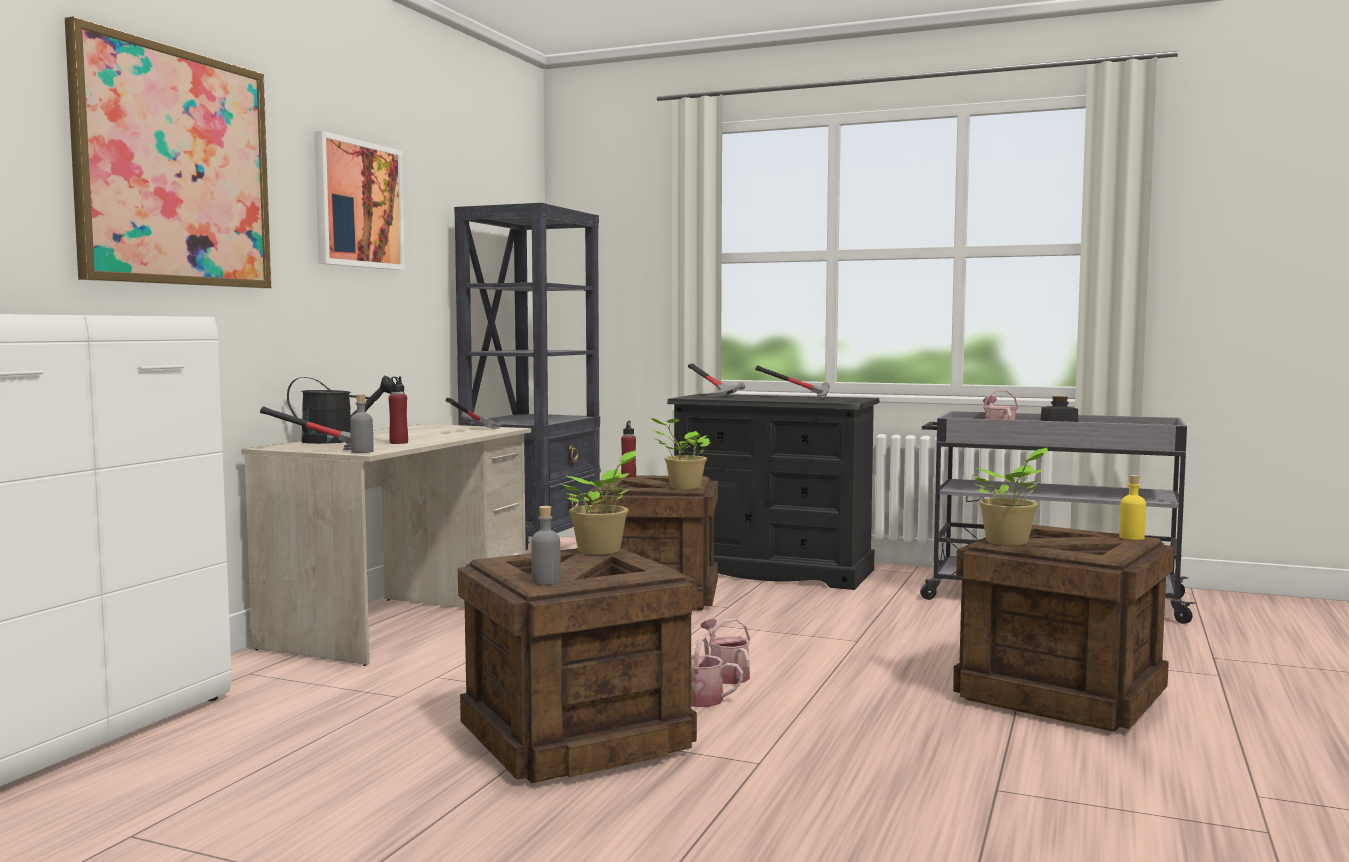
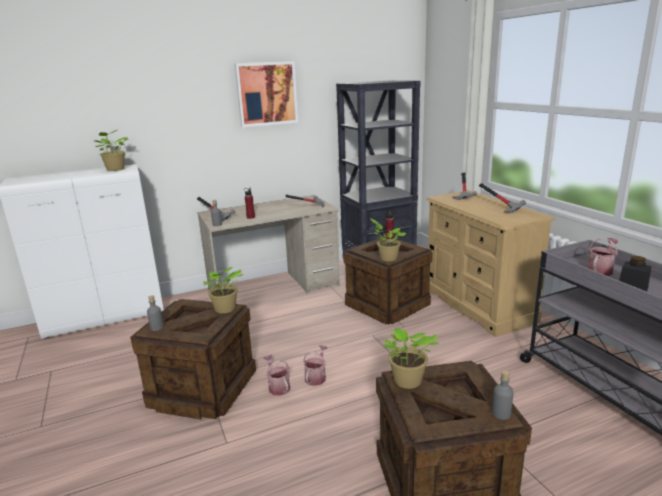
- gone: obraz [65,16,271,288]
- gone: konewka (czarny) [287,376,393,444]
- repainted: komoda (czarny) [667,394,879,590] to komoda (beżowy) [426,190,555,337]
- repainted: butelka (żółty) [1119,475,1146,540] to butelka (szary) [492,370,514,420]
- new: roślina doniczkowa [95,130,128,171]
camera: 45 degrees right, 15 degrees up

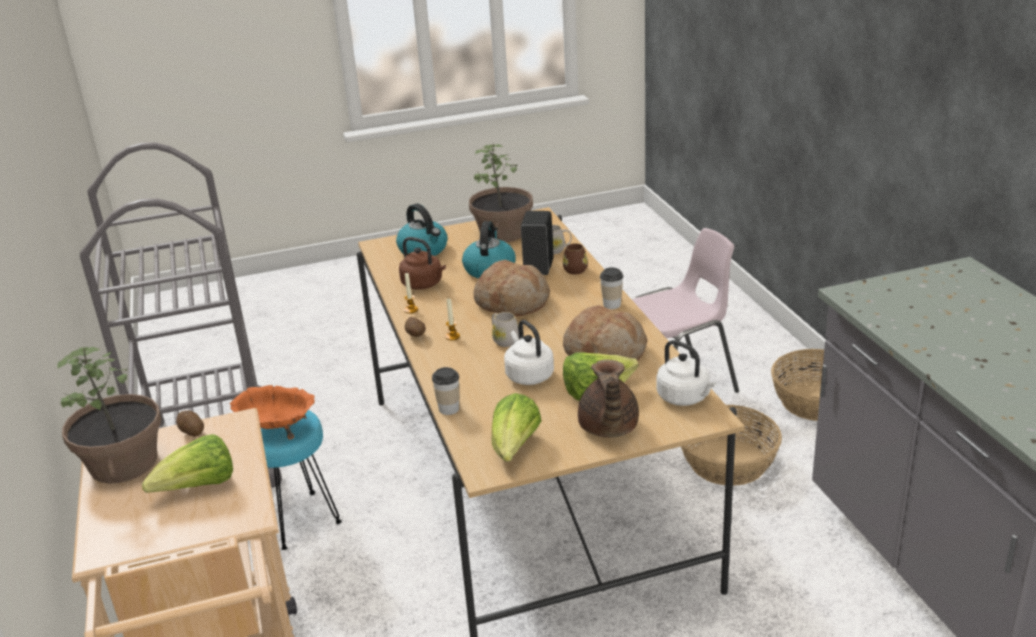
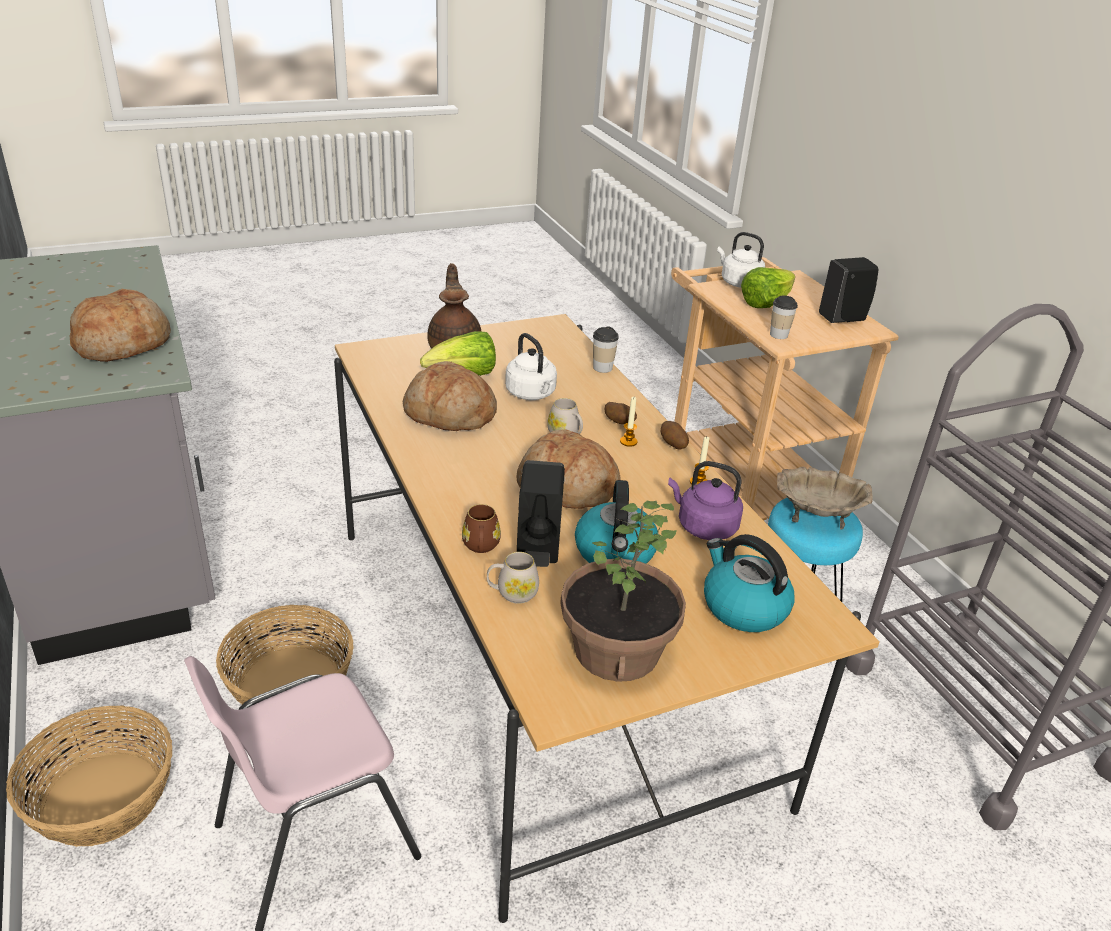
- swapped: roślina doniczkowa [57,347,161,484] to dozownik mydła (czarny) [819,257,878,323]
- shifted: ziemniak [176,410,204,437] to [604,402,637,424]
- repainted: miska (pomarańczowy) [230,385,315,440] to miska (beżowy) [777,467,873,530]
- repainted: czajnik (brązowy) [399,237,446,290] to czajnik (fioletowy) [668,461,743,540]
- gone: sałata [492,393,541,462]
- shifted: filiżanka [600,268,623,309] to [770,296,798,339]
- shifted: czajnik (biały) [657,340,717,406] to [717,232,765,288]
- new: chleb [70,289,171,362]
camera: 170 degrees right, 5 degrees up

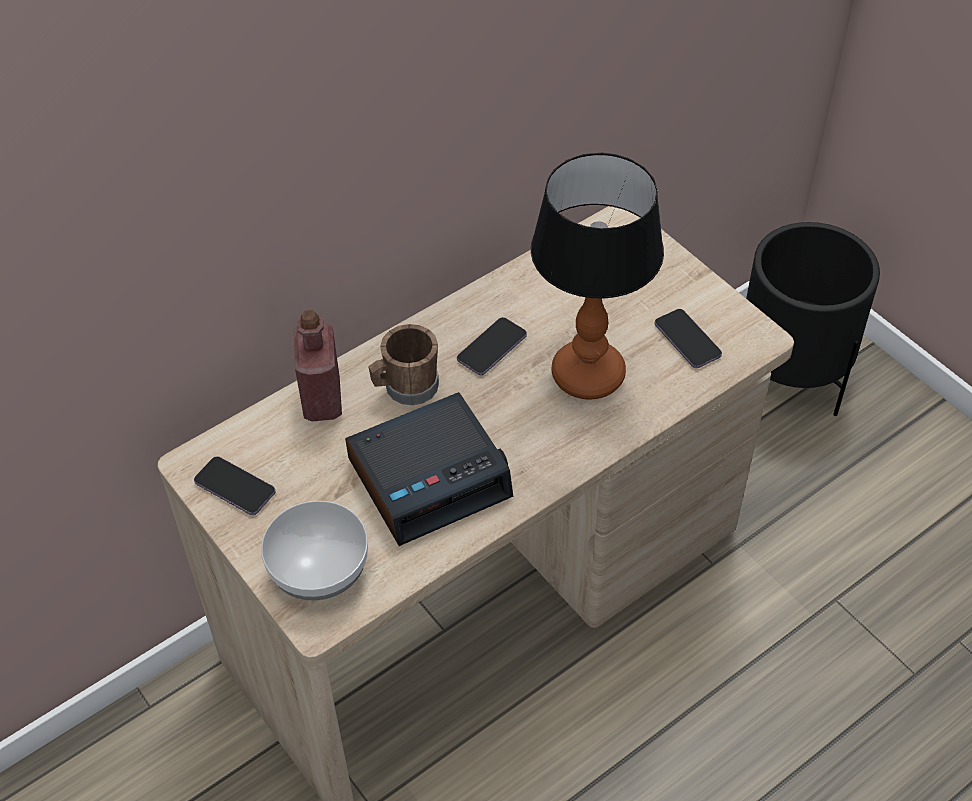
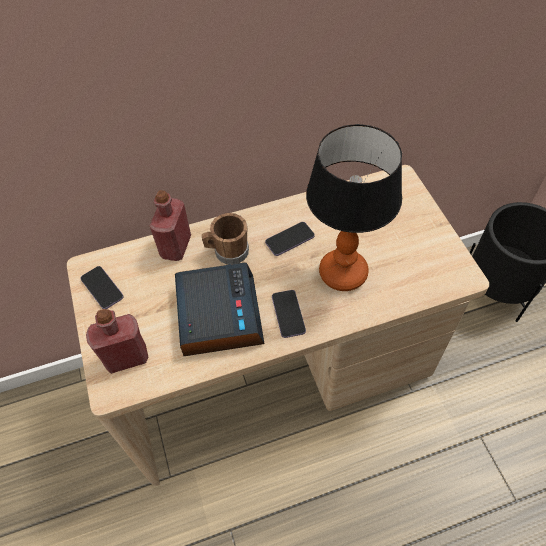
- swapped: miska [261,501,368,600] to butelka (czerwony) [86,309,148,374]
- rotated: budzik [345,392,513,546] = [175,262,264,356] 90 degrees counterclockwise
- shifted: telefon [655,309,722,368] to [272,290,306,338]
camera: 20 degrees right, 5 degrees up

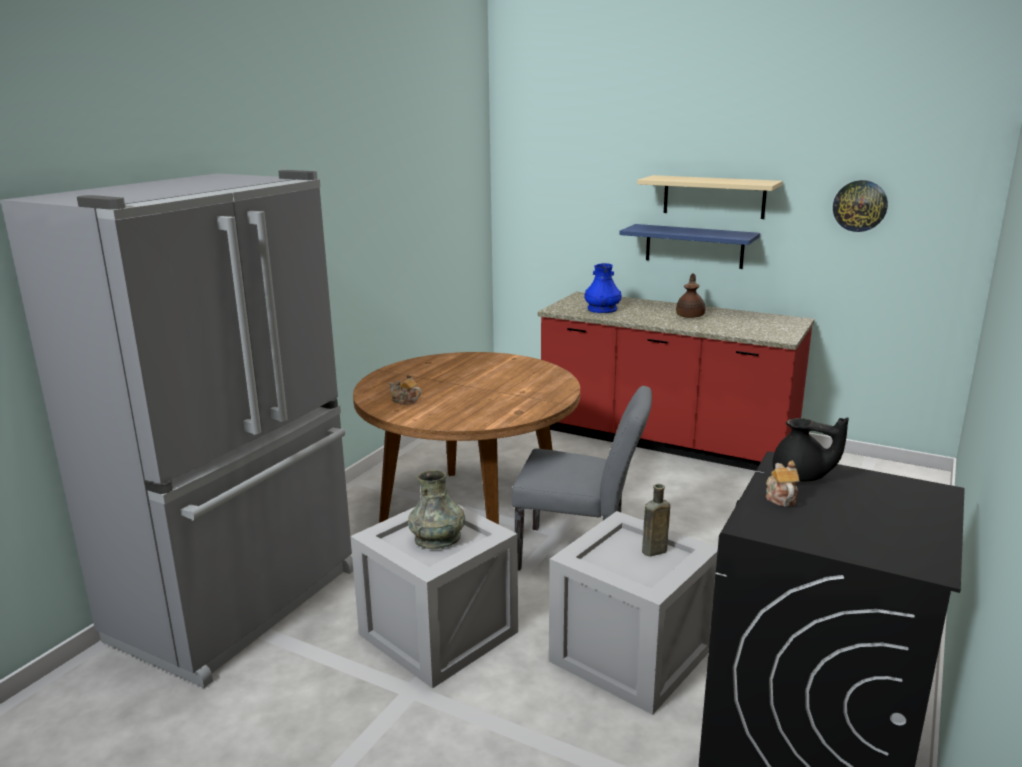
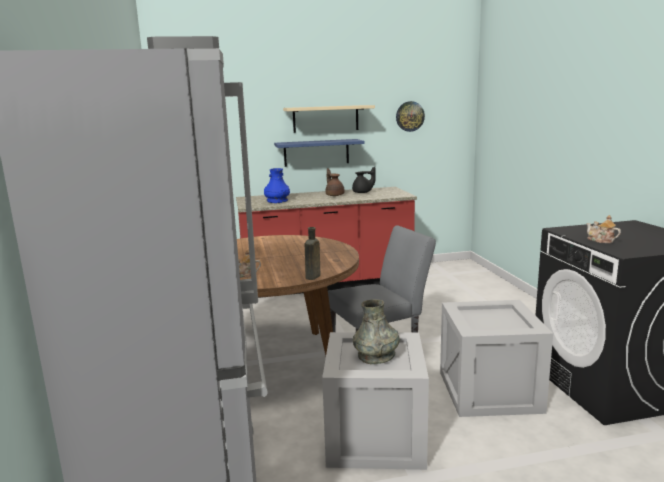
- shifted: butelka (brązowy) [642,484,670,556] to [305,227,320,280]
- shifted: imbryk (czarny) [772,417,849,481] to [352,167,376,193]
camera: 40 degrees left, 5 degrees down

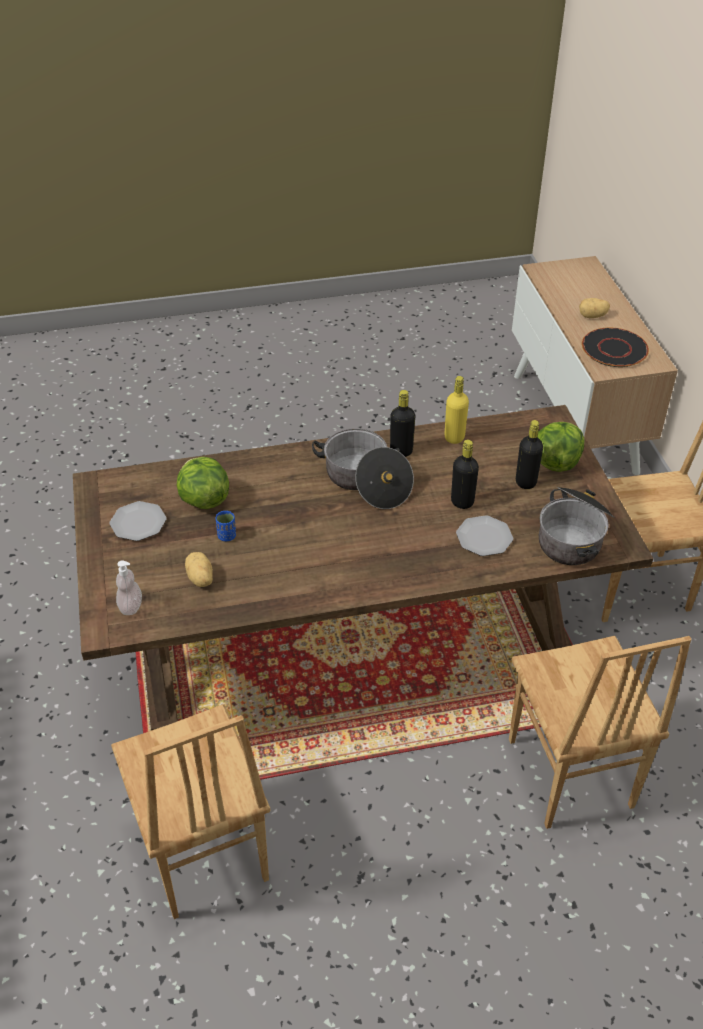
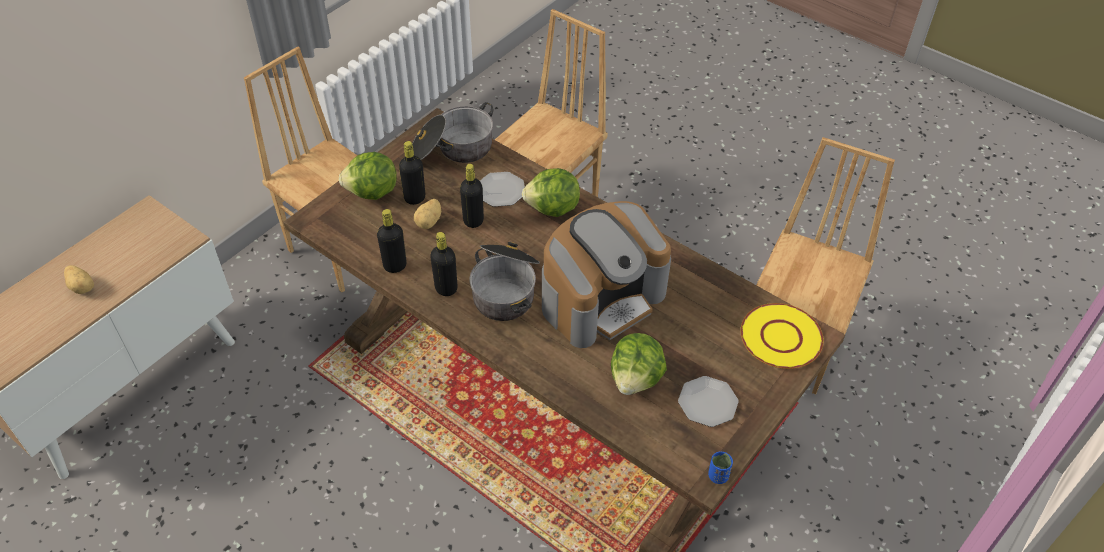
- swapped: dozownik mydła [116,560,142,615] to talerz (żółty) [740,303,824,369]
- shifted: ziemniak [185,552,213,587] to [414,199,441,229]
- shifted: filiżanka (niebieski) [216,511,236,541] to [708,452,733,484]
- repainted: butelka (żółty) [445,376,469,444] to butelka (czarny) [377,209,407,273]
- gone: talerz (czarny) [582,328,649,367]
- new: sałata [522,168,580,217]
- new: ekspres do kawy [542,201,671,348]
camera: 130 degrees left, 5 degrees up

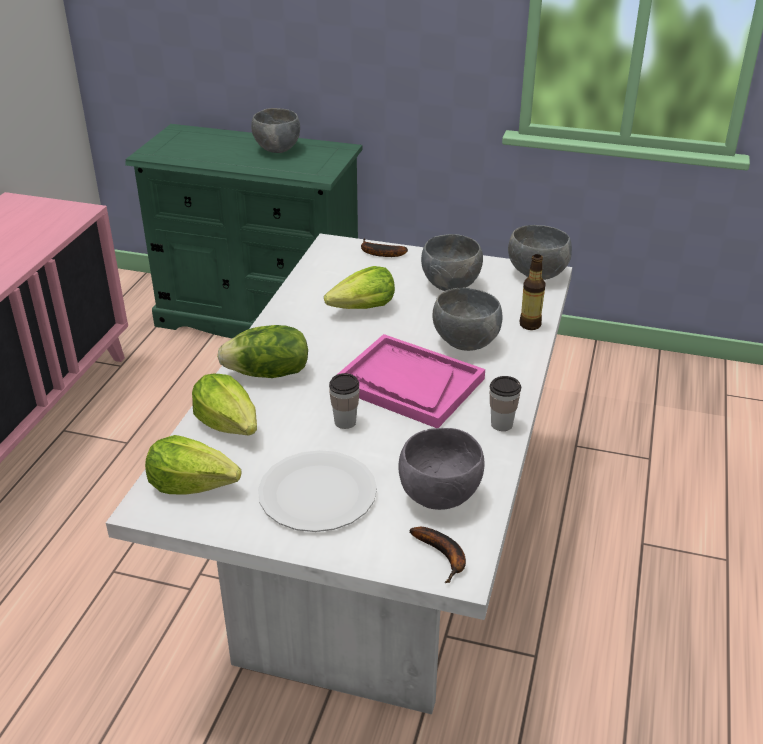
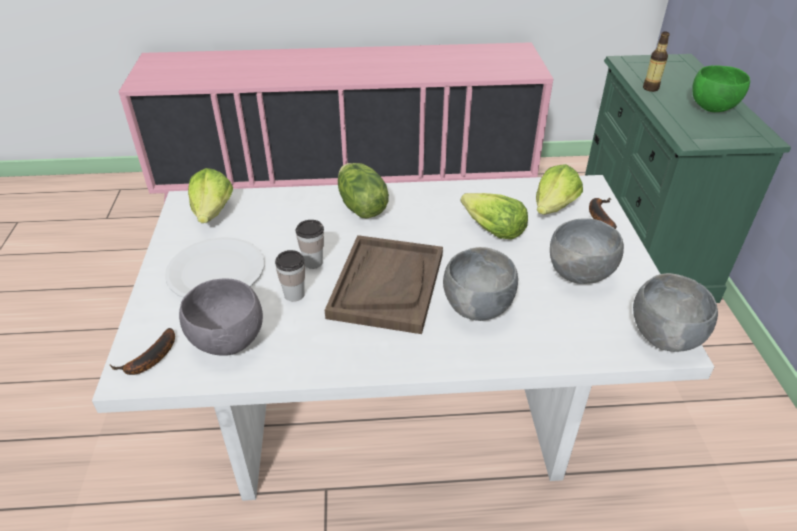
- shifted: sałata [192,374,257,435] to [536,164,583,215]
- repainted: miska (szary) [251,108,300,153] to miska (zielony) [692,65,750,112]
- repainted: taca (różowy) [337,334,485,428] to taca (brązowy) [325,235,443,334]
- shifted: filiżanka [490,376,521,431] to [275,250,305,302]
- shifted: butelka [519,254,546,330] to [643,31,670,92]
camera: 70 degrees right, 5 degrees up

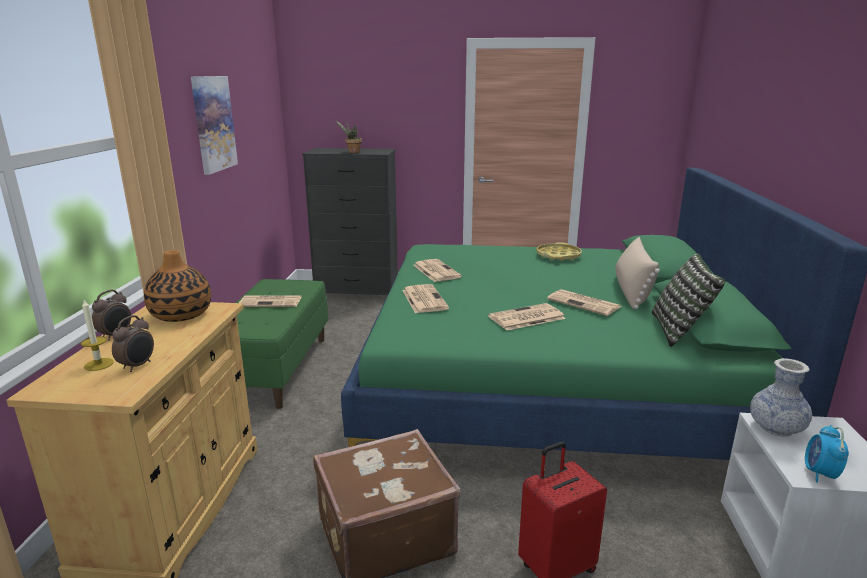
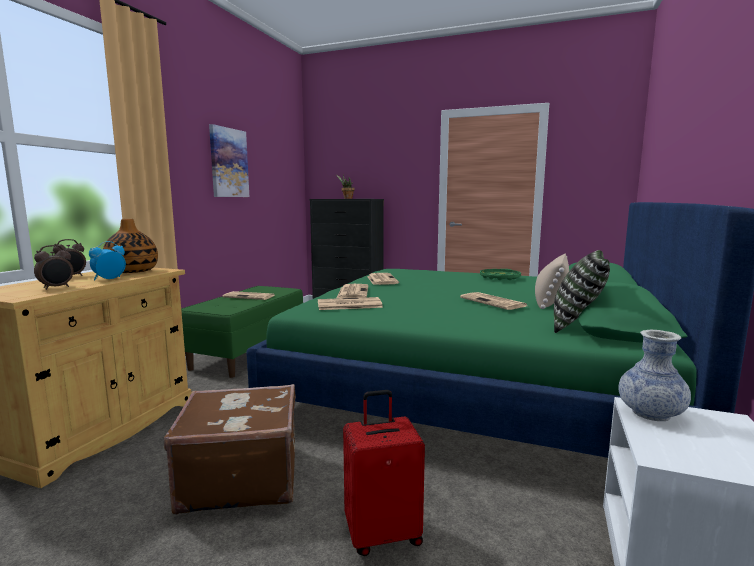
- gone: świeca [81,300,114,371]
- shifted: gazeta [488,303,566,330] to [318,297,383,310]
- repainted: taca (żółty) [537,242,582,261] to taca (zielony) [480,269,521,280]
- shifted: budzik [805,425,849,482] to [89,241,126,280]
camera: 15 degrees right, 10 degrees down

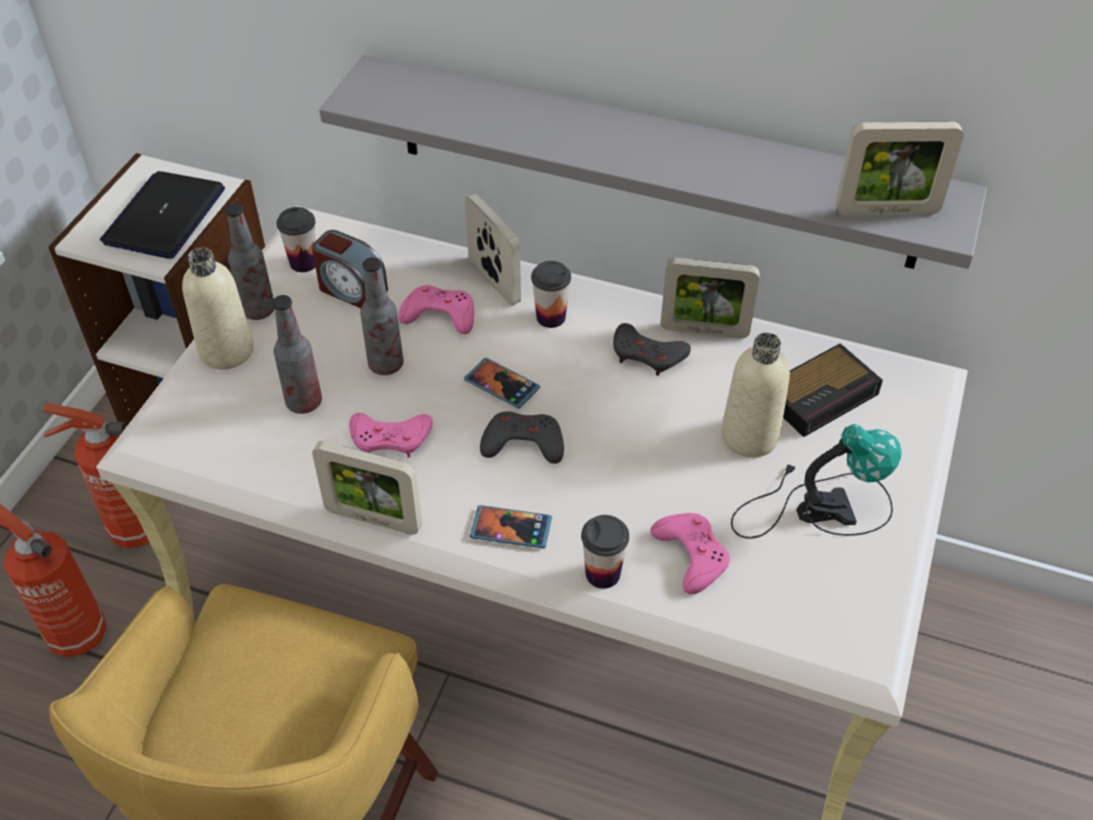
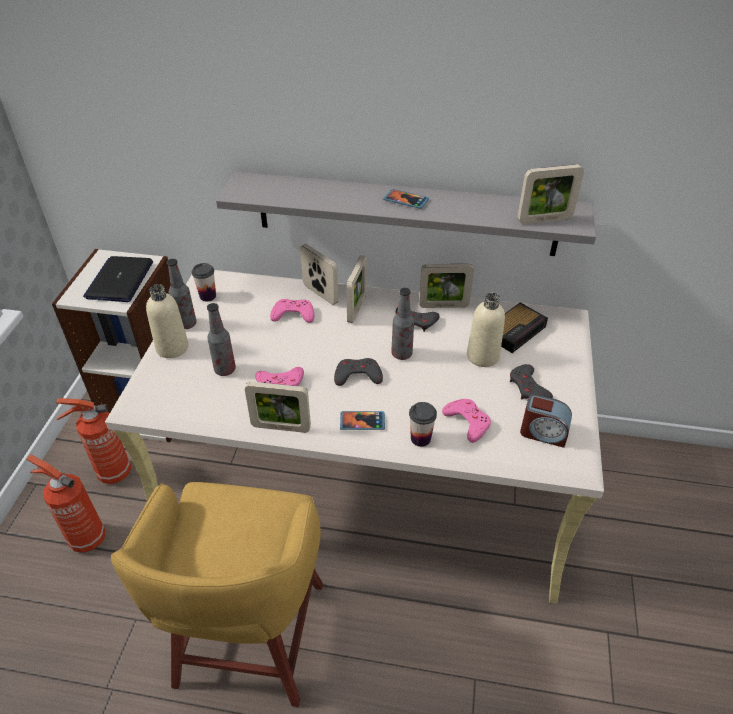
- shifted: budzik [312,230,388,308] to [520,394,572,448]
- shifted: butelka [360,257,403,375] to [391,288,414,360]
- shifted: telefon [464,358,540,409] to [383,189,429,209]
- swapped: filiżanka [531,261,571,328] to ramka na zdjęcie [346,255,366,323]
- swapped: lampa stołowa [731,424,902,539] to pad do gier (szary) [510,364,553,399]
camera: 10 degrees left, 5 degrees down

